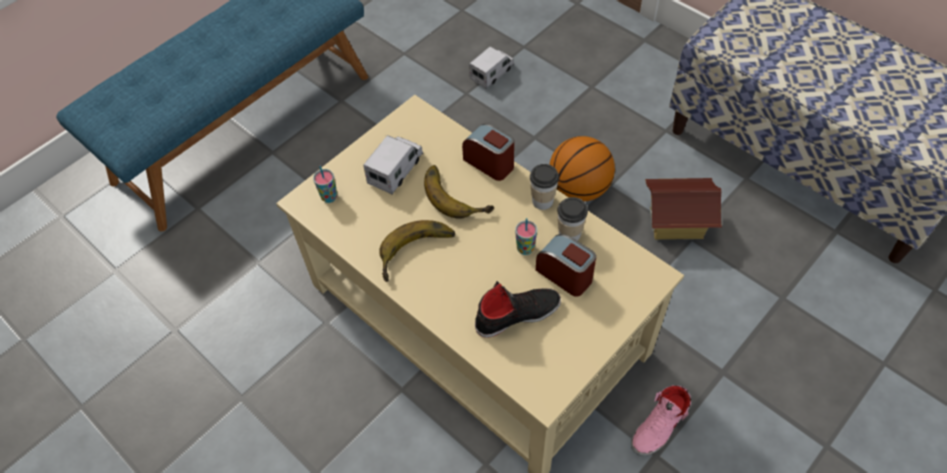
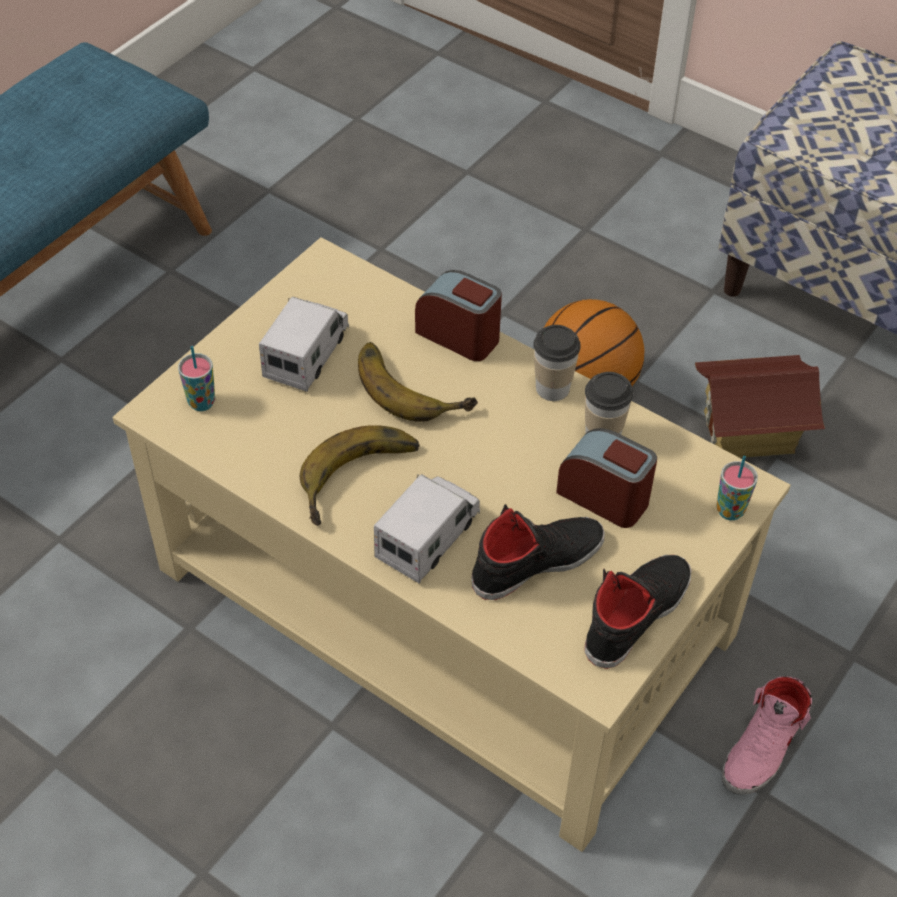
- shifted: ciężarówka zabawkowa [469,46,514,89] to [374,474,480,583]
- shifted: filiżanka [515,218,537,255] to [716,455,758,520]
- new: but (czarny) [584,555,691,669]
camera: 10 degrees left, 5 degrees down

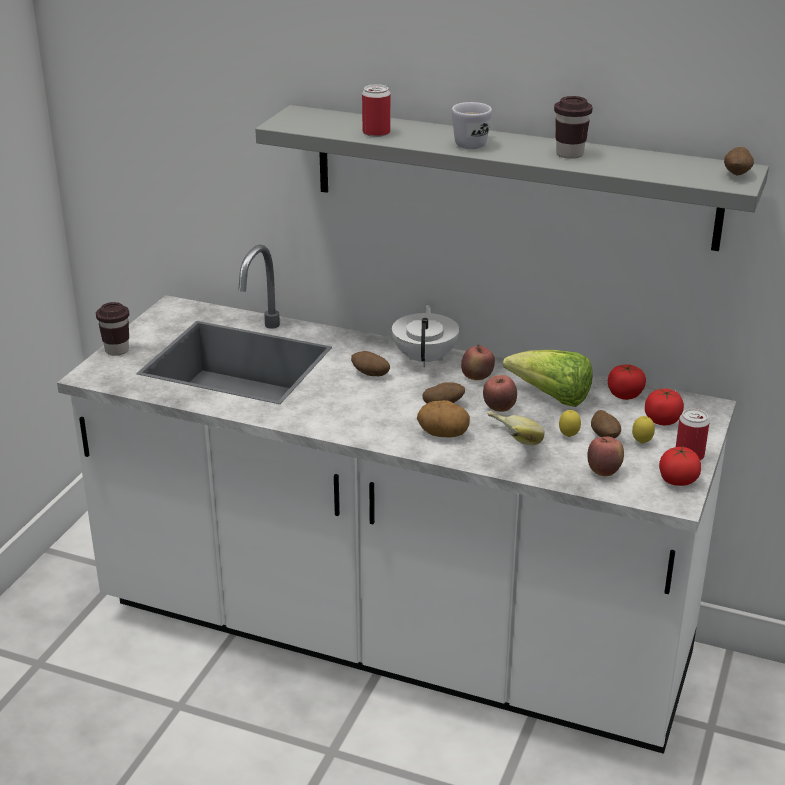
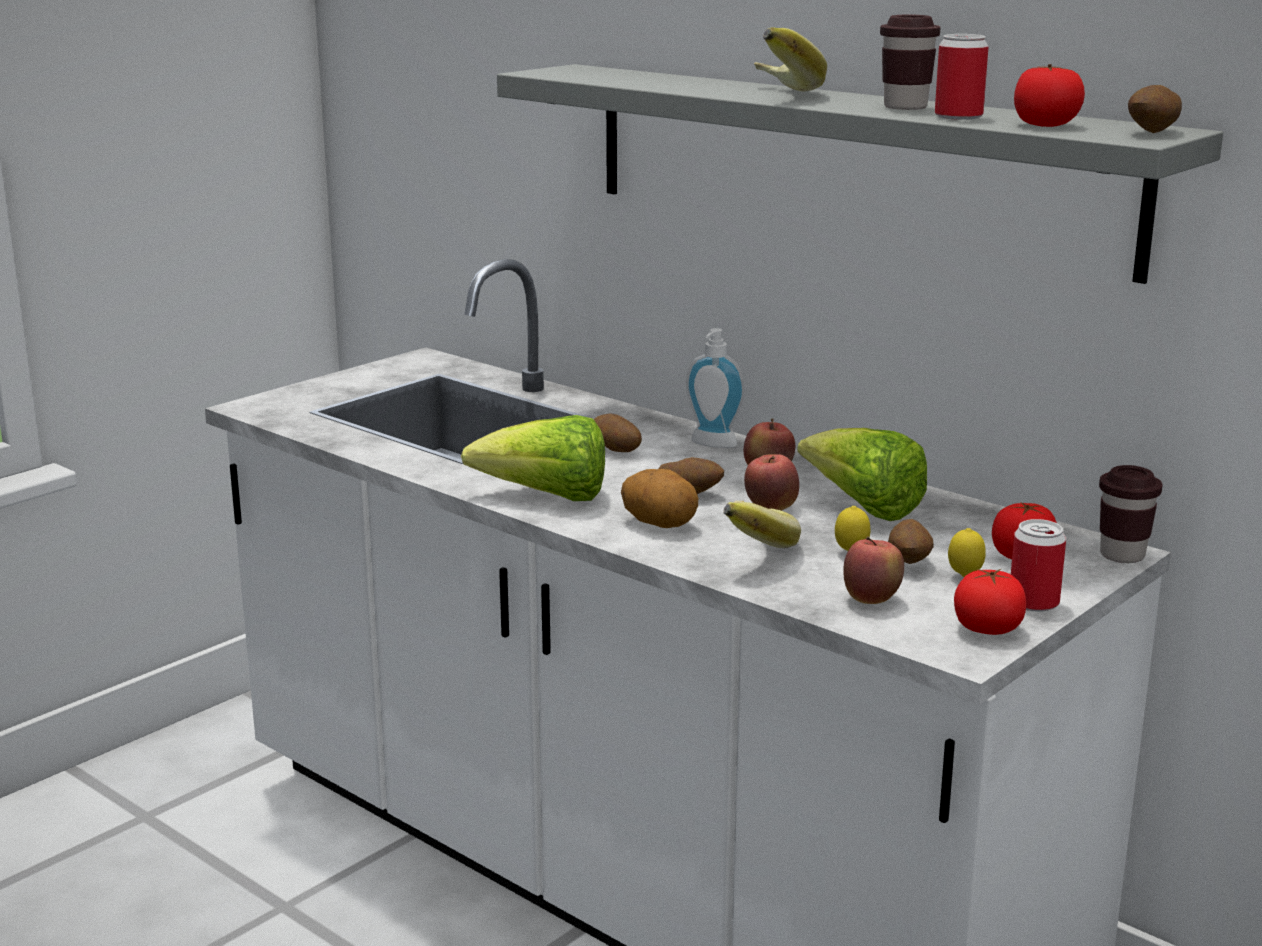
- shifted: filiżanka (brązowy) [96,302,129,356] to [1099,465,1163,563]
- shifted: puszka [362,84,391,137] to [935,34,989,120]
- swapped: imbryk (biały) [392,305,459,367] to dozownik mydła [686,328,745,448]
- swapped: kubek (biały) [452,102,492,149] to banan [754,27,827,91]
- shifted: pomidor [608,365,646,400] to [1014,64,1085,127]
- new: sałata [461,415,605,501]
camera: 20 degrees right, 10 degrees down

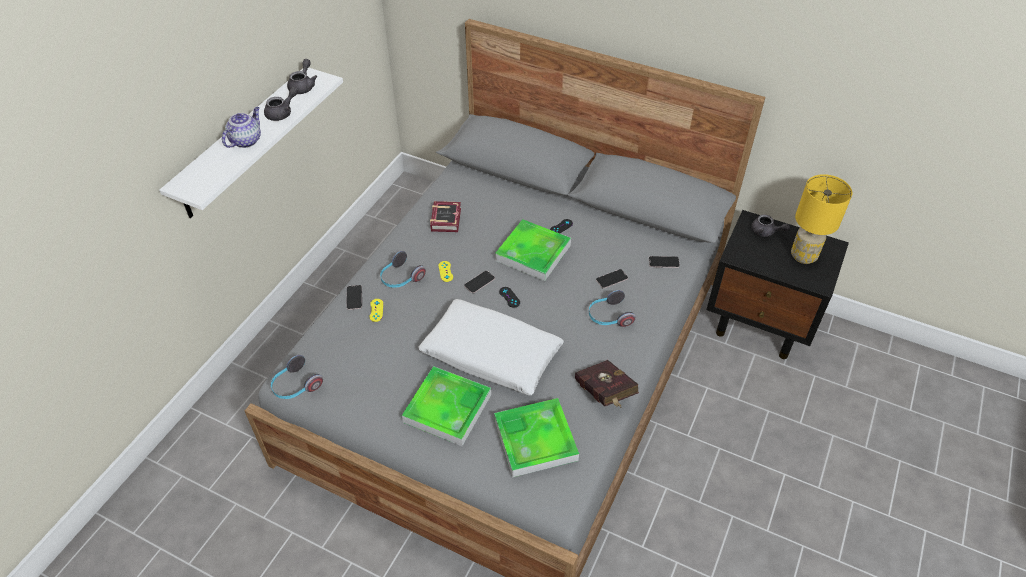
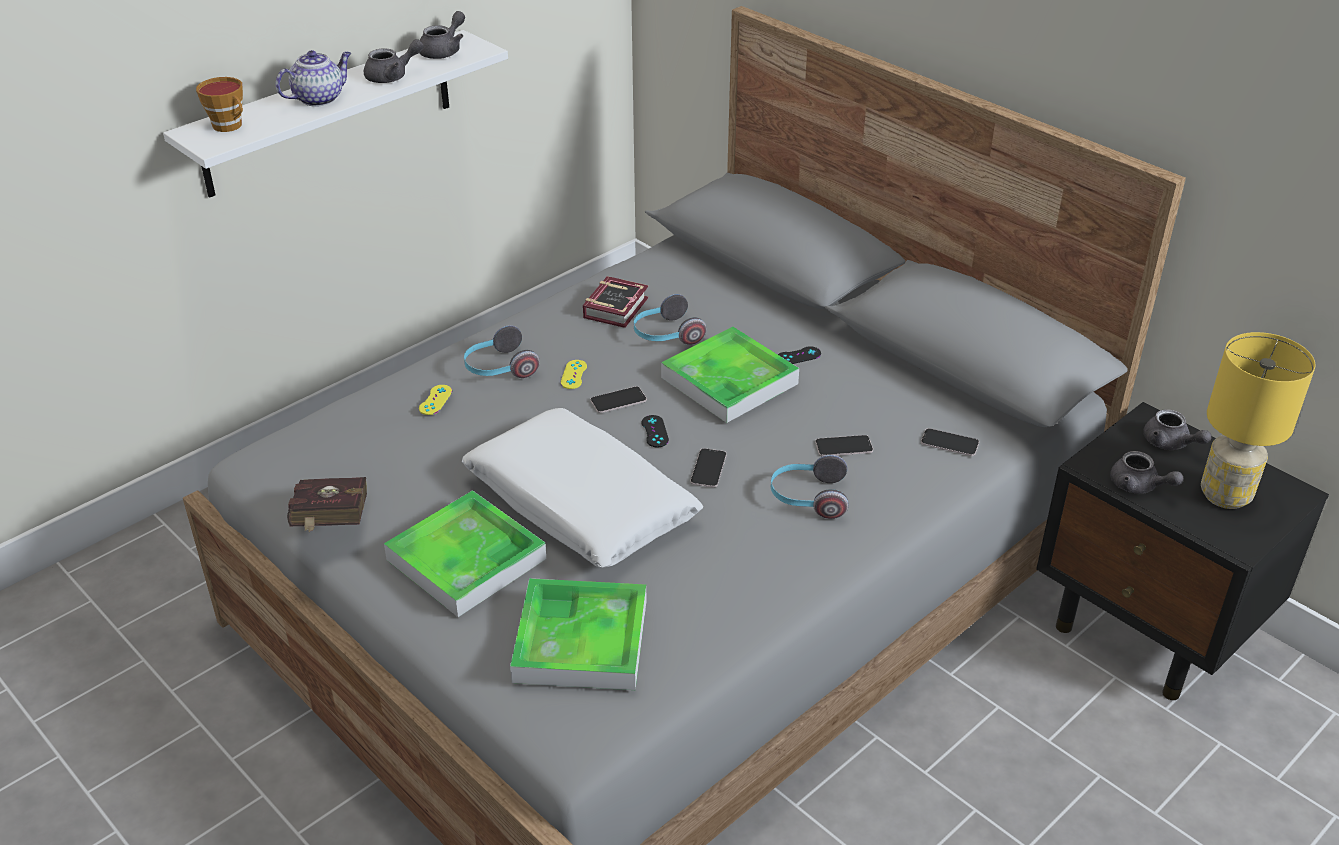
- shifted: słuchawki [271,355,323,399] to [634,294,707,345]
- shifted: telefon [346,285,362,310] to [691,448,727,488]
- shifted: książka (czerwony) [575,360,639,408] to [287,477,367,532]
- new: filiżanka [196,77,243,132]
- new: imbryk (szary) [1110,451,1183,494]
camera: 20 degrees right, 10 degrees down

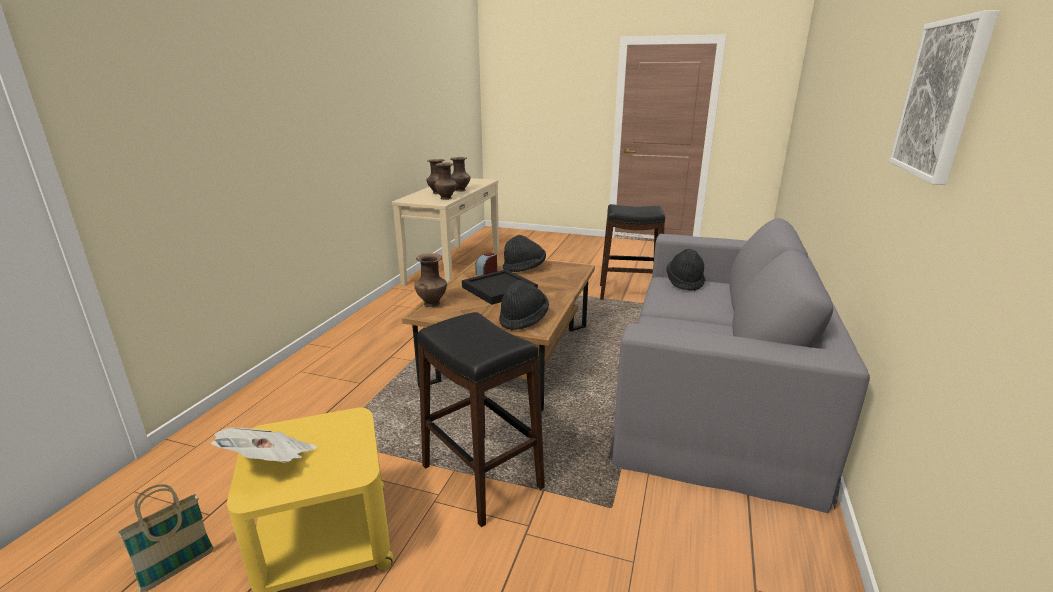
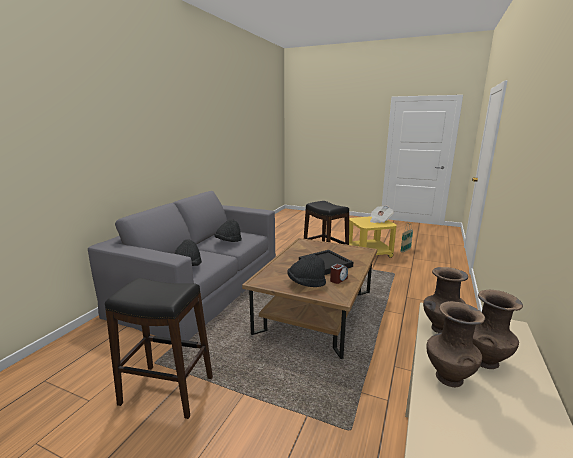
- gone: wazon (brązowy) [414,253,447,307]
- shifted: kapelusz (czarny) [499,280,549,330] to [214,219,242,242]
- gone: obraz [889,10,999,185]
camera: 175 degrees left, 5 degrees down

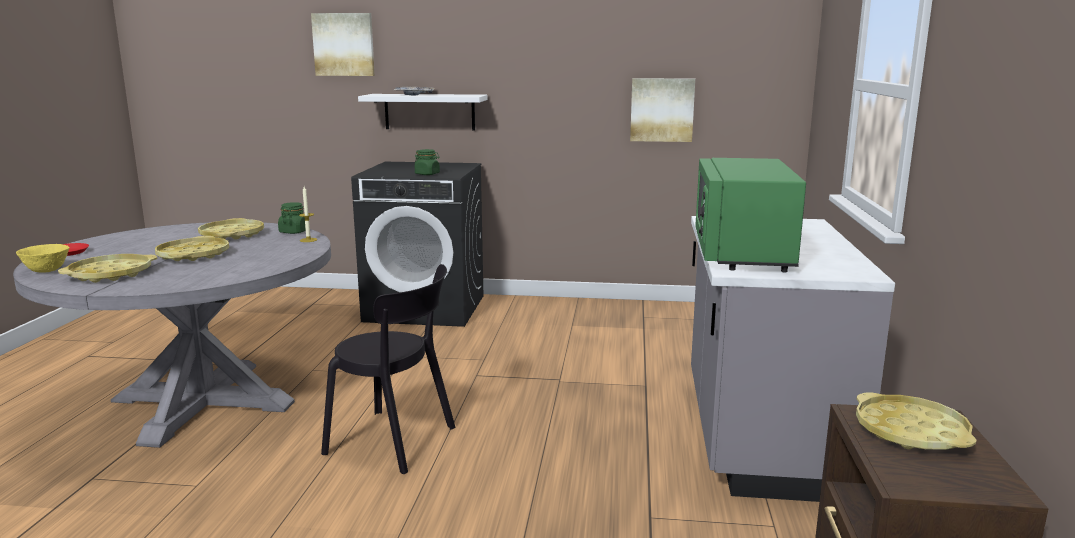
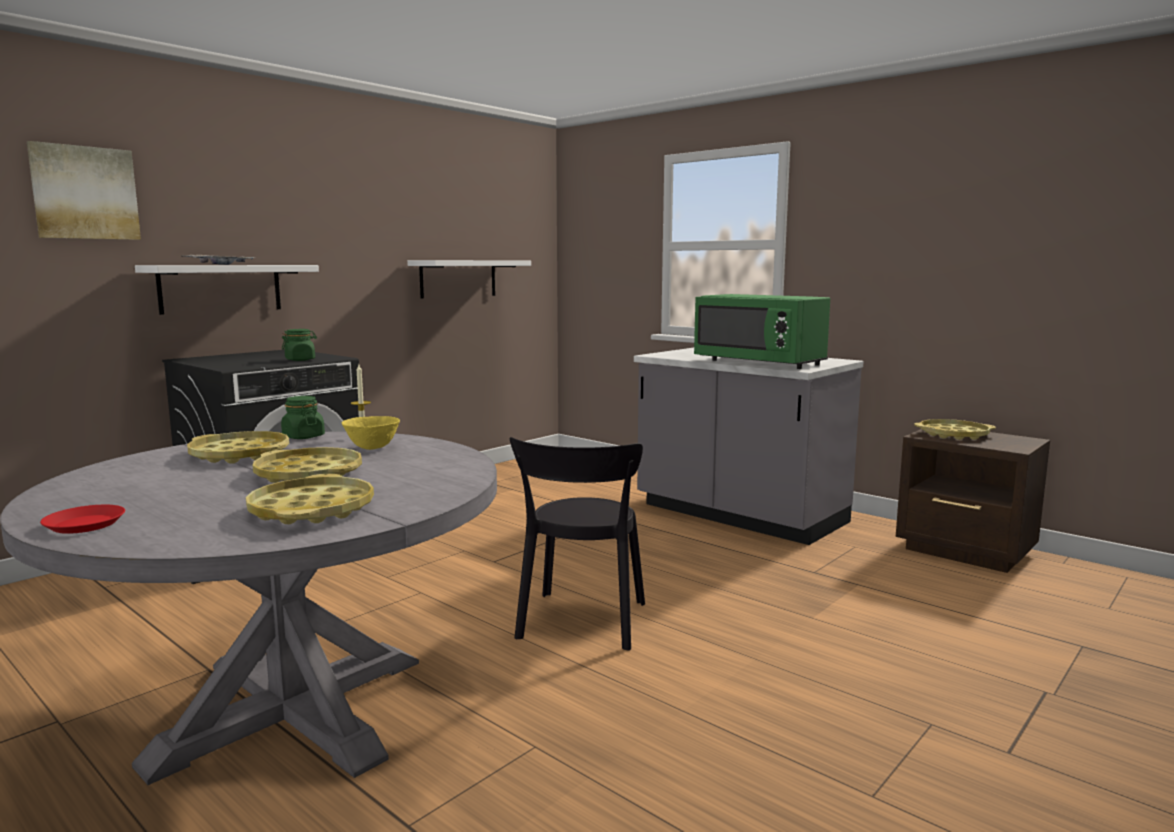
- shifted: miska (żółty) [16,244,70,273] to [341,416,400,450]
- rotated: krzesło (czarny) [321,264,455,474] = [510,437,645,651] 135 degrees clockwise
- swapped: obraz [630,78,695,142] to półka (biały) [407,260,531,299]
camera: 55 degrees left, 5 degrees down

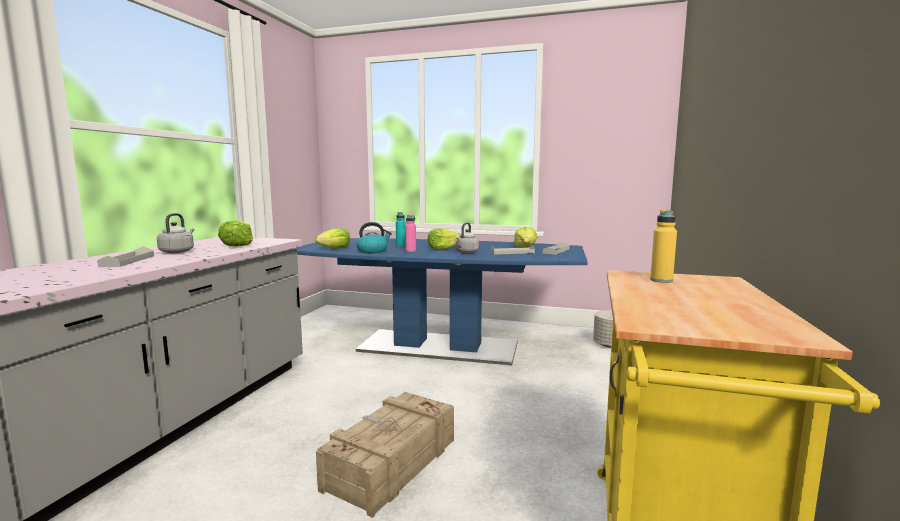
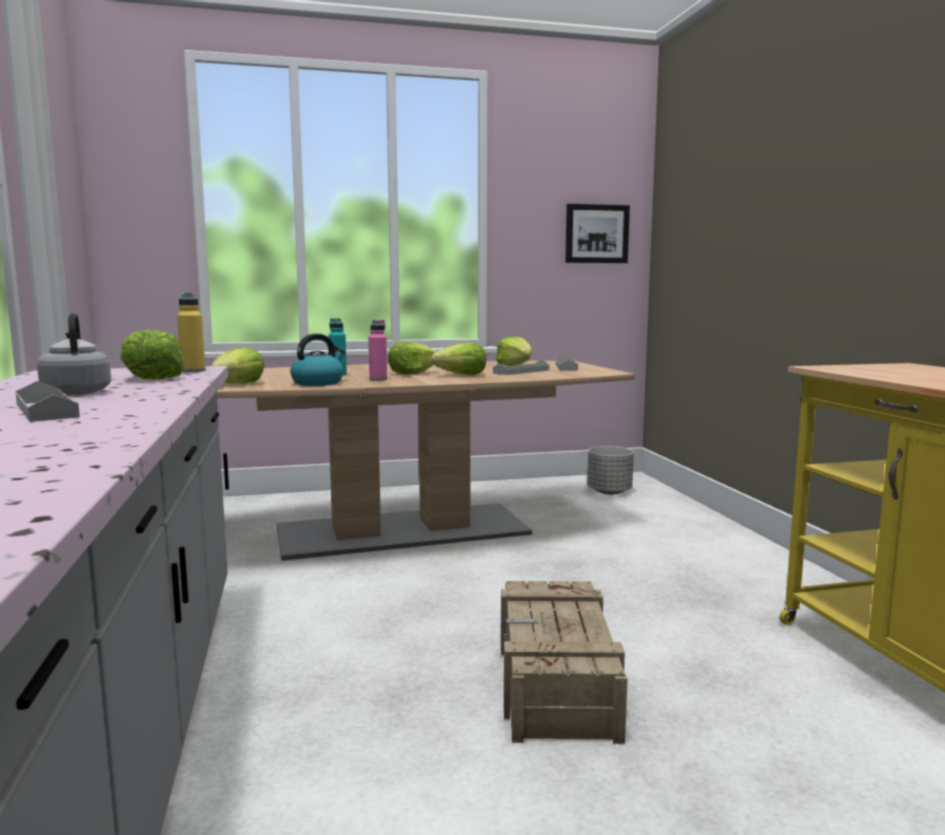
- repainted: stół jadalny (niebieski) [297,238,588,365] to stół jadalny (brązowy) [217,361,635,561]
- swapped: czajnik (szary) [455,222,479,253] to sałata [431,343,486,375]
- shifted: butelka (żółty) [650,210,677,283] to [177,292,205,372]
- new: obraz [565,204,630,263]
camera: 30 degrees left, 0 degrees up

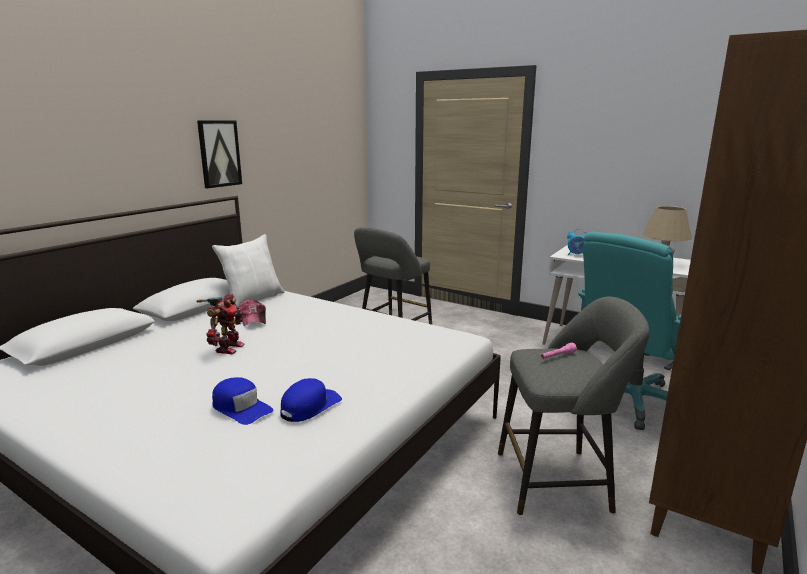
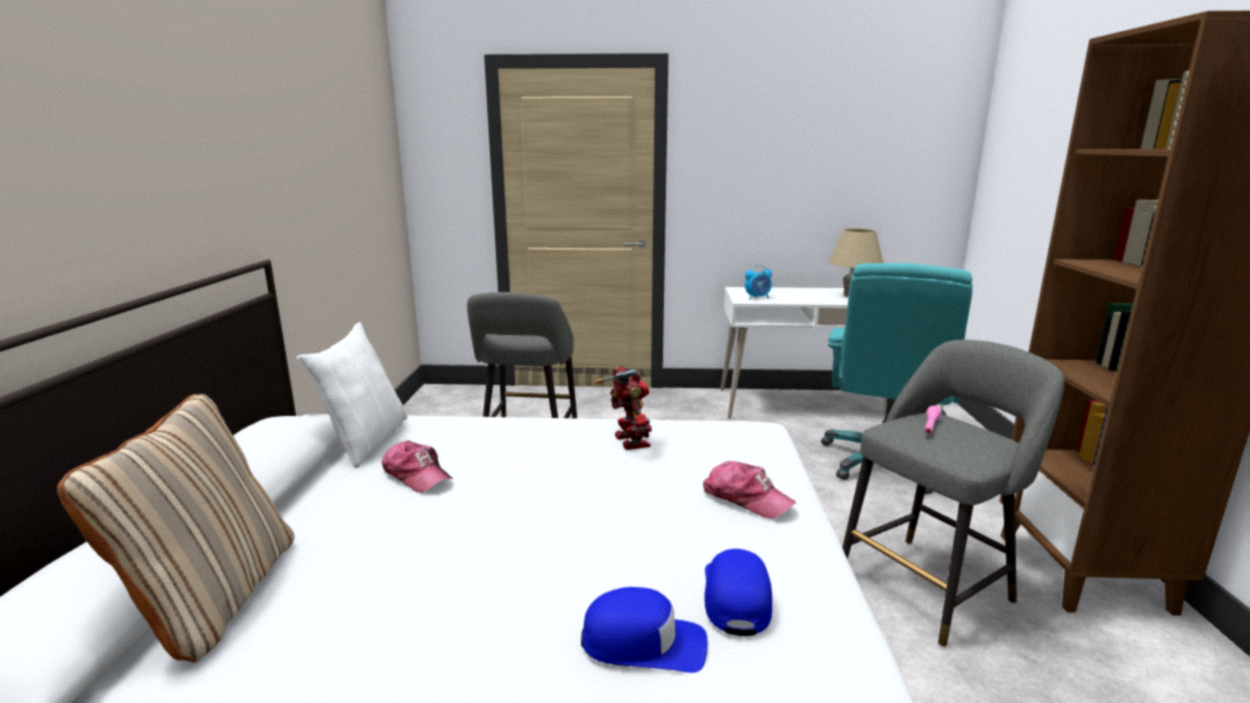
- shifted: robot zabawkowy [196,294,245,354] to [596,365,652,450]
- gone: obraz [197,120,242,188]
- new: poduszka (beżowy) [57,394,294,663]
- new: czapka z daszkiem [703,461,796,519]
camera: 30 degrees left, 0 degrees up

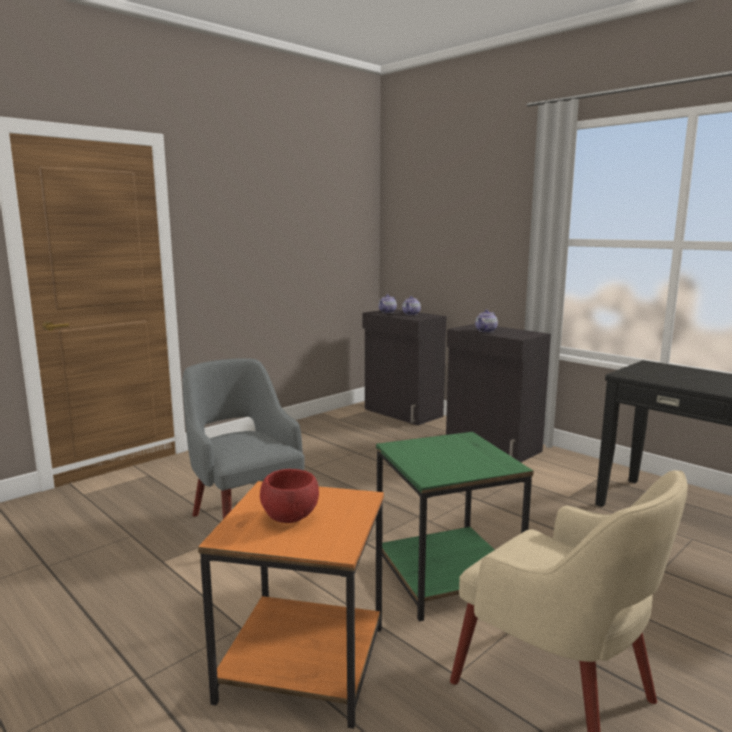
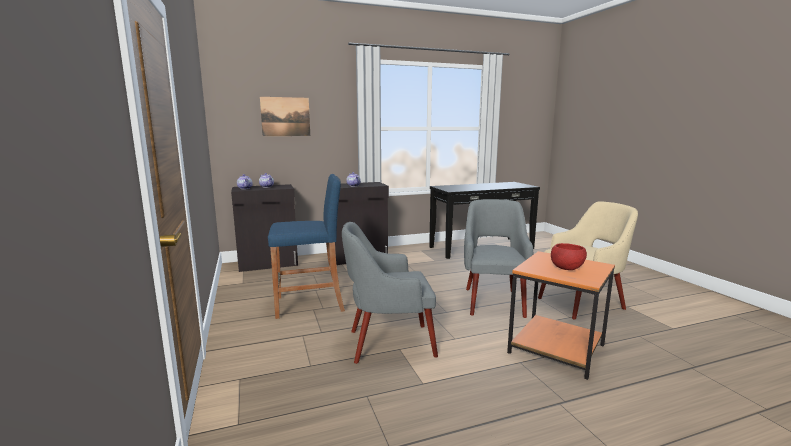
- swapped: stolik (zielony) [376,432,533,622] to fotel (szary) [464,199,533,318]
- new: obraz [260,97,310,136]
- new: stołek (niebieski) [268,174,345,319]
camera: 65 degrees left, 0 degrees up

